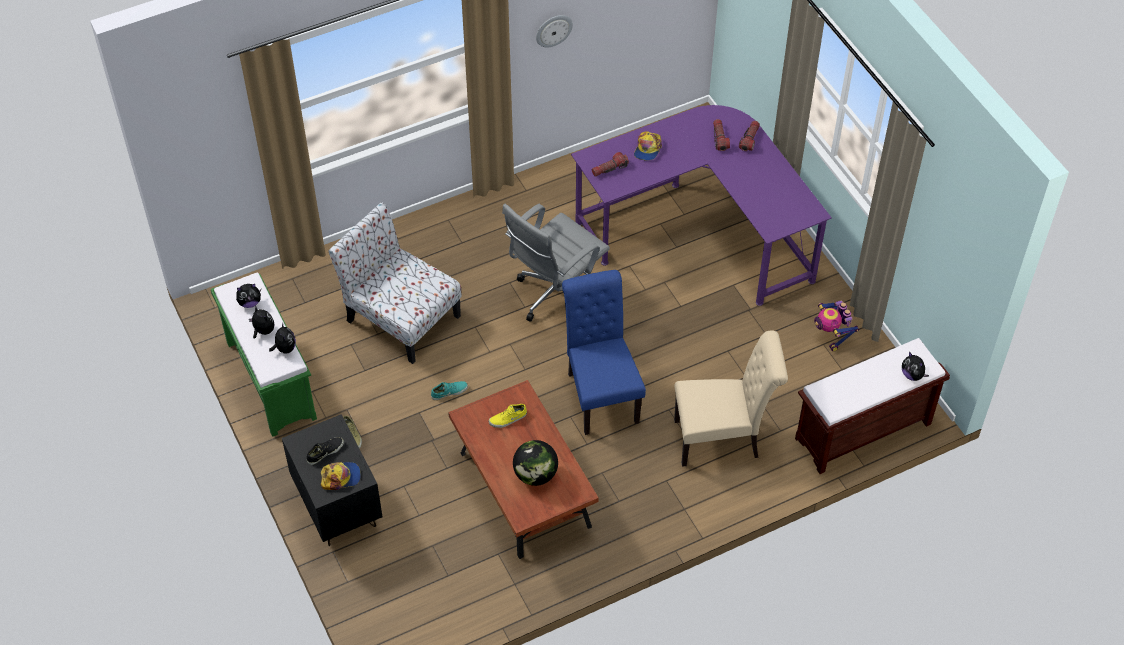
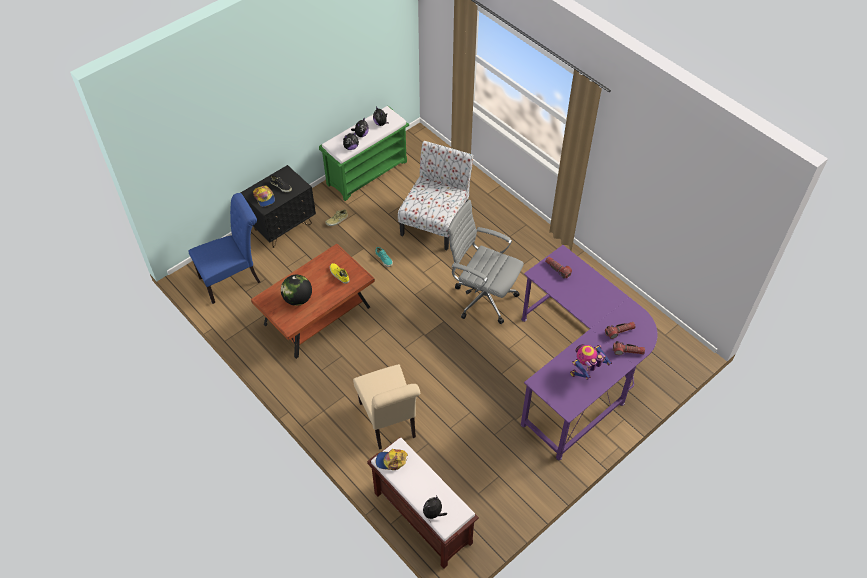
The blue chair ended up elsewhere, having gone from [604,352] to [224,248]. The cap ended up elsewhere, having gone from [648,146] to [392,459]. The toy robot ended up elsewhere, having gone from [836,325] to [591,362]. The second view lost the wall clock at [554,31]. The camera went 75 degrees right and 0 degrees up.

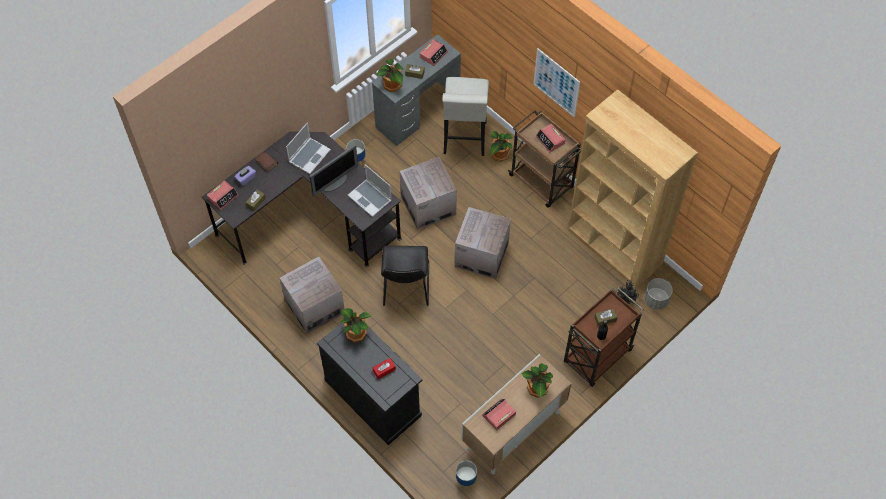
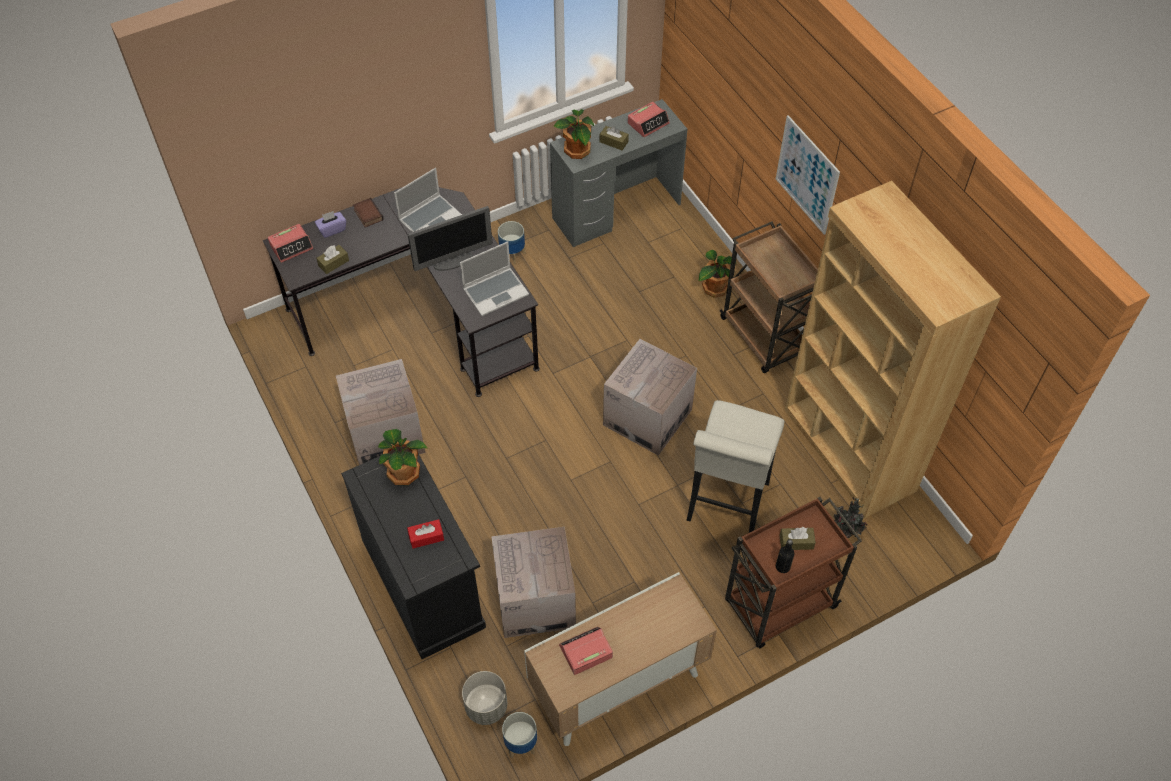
The laptop at [370,191] ended up facing another way, 90 degrees counterclockwise from before. The grey planter ended up elsewhere, having gone from [658,294] to [484,698]. The cardboard box ended up elsewhere, having gone from [428,193] to [533,582]. The white stool ended up elsewhere, having gone from [466,116] to [735,466]. The second view lost the black chair at [405,276]. The second view lost the potted plant at [537,380]. The second view lost the alarm clock at [551,138]. The camera went 15 degrees right and 5 degrees down.

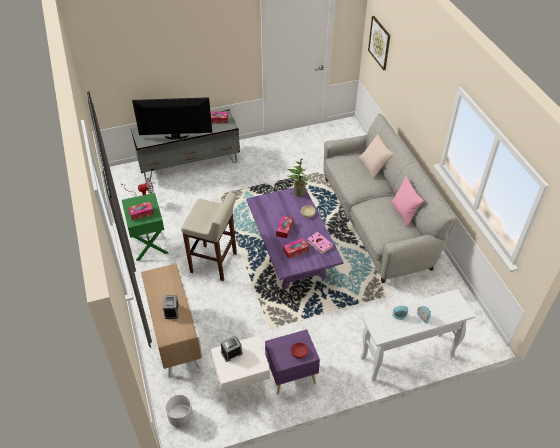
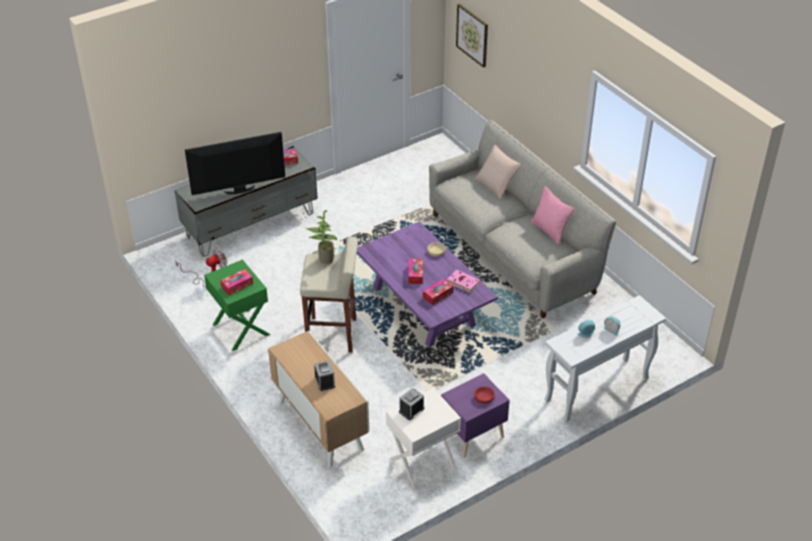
The potted plant ended up elsewhere, having gone from [297,178] to [321,237]. The second view lost the white planter at [179,411]. The camera went 15 degrees left and 5 degrees down.

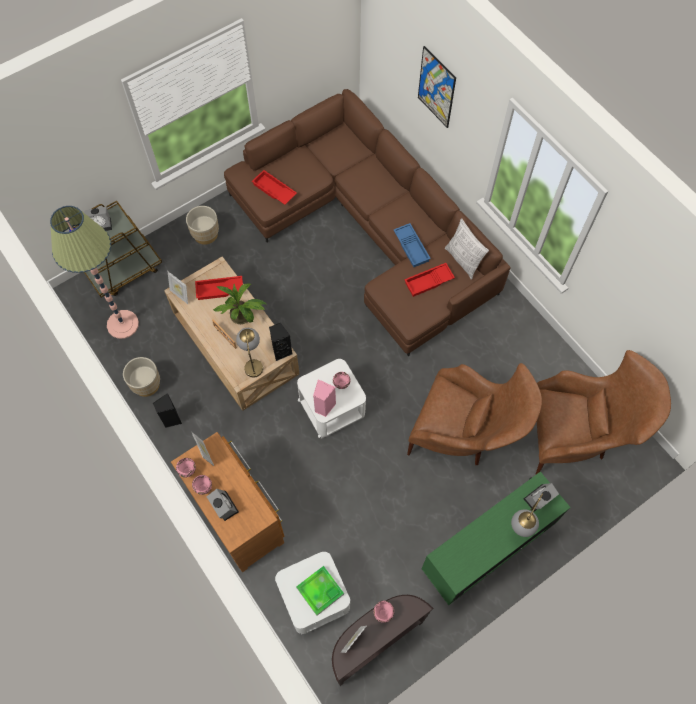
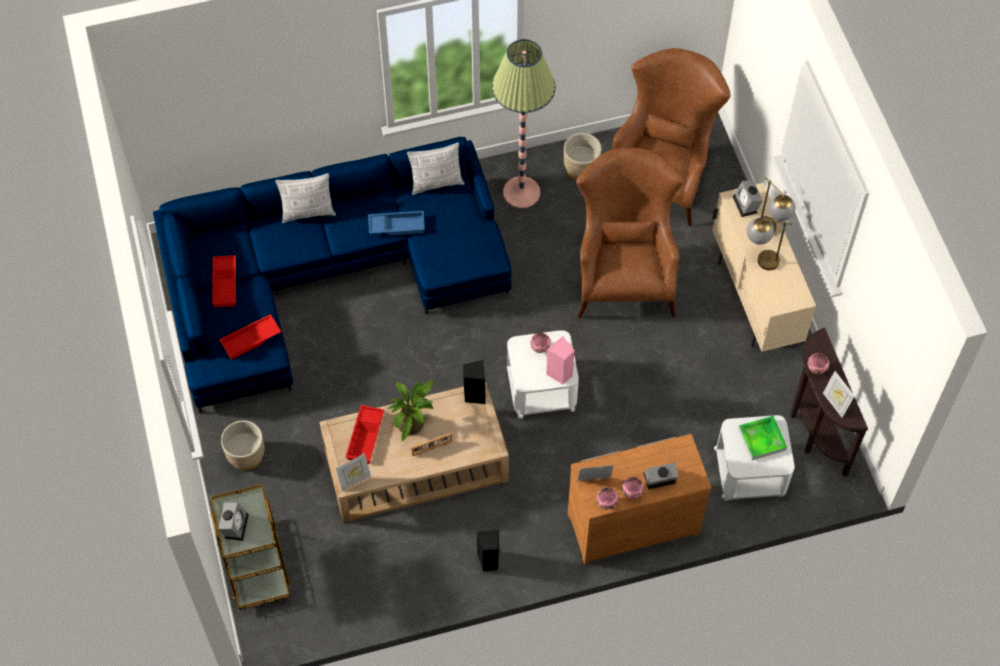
What was the brown sofa at [367,222] turned into the blue sofa at [332,275]. The red tray ended up elsewhere, having gone from [429,280] to [224,281]. The second view gained the pillow at [306,198]. The floor lamp ended up elsewhere, having gone from [94,272] to [523,123]. The beige planter ended up elsewhere, having gone from [141,377] to [582,156]. The brown armchair at [474,414] ended up facing another way, 45 degrees counterclockwise from before. What was the green cabinet at [496,538] turned into the beige cabinet at [764,267]. The table lamp ended up elsewhere, having gone from [249,353] to [769,243]. The second view lost the picture at [437,87]. The camera went 70 degrees left and 5 degrees down.

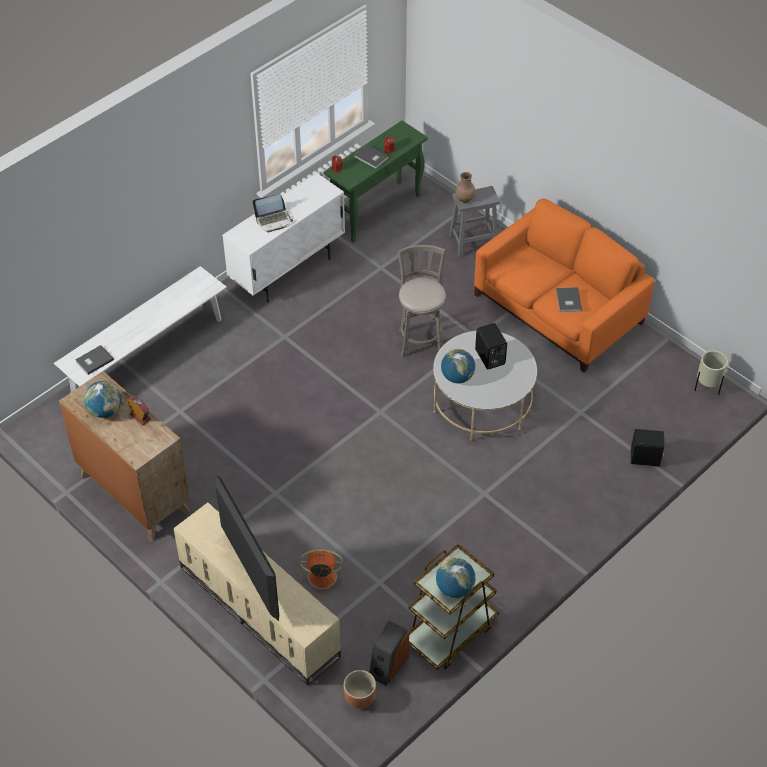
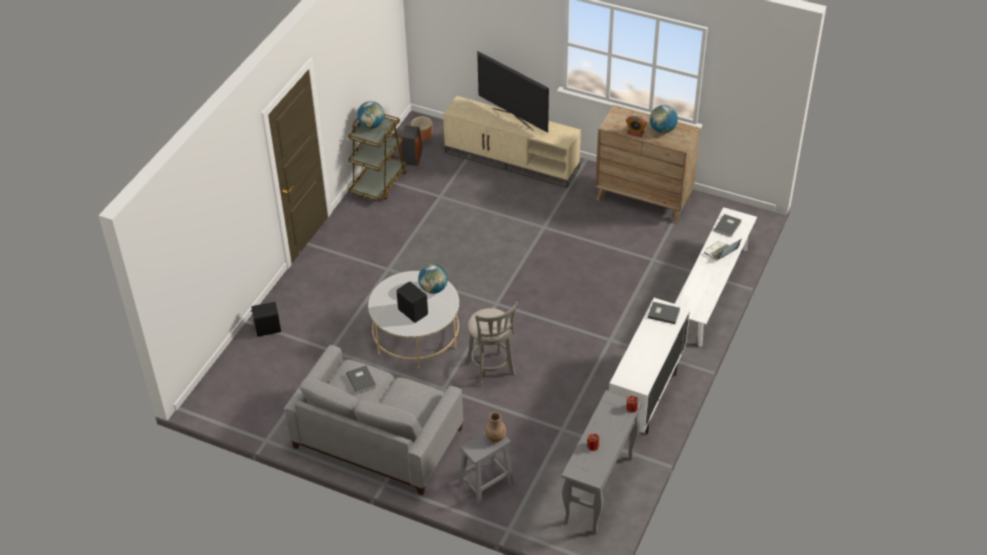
What was the orange sofa at [564,285] turned into the grey sofa at [373,420]. What was the green console table at [376,182] turned into the grey console table at [602,462]. The grey book ended up elsewhere, having gone from [371,156] to [664,313]. The laptop ended up elsewhere, having gone from [273,213] to [723,249]. The second view lost the orange fan at [322,571]. The second view lost the beige planter at [711,372]. The camera went 160 degrees right and 5 degrees down.

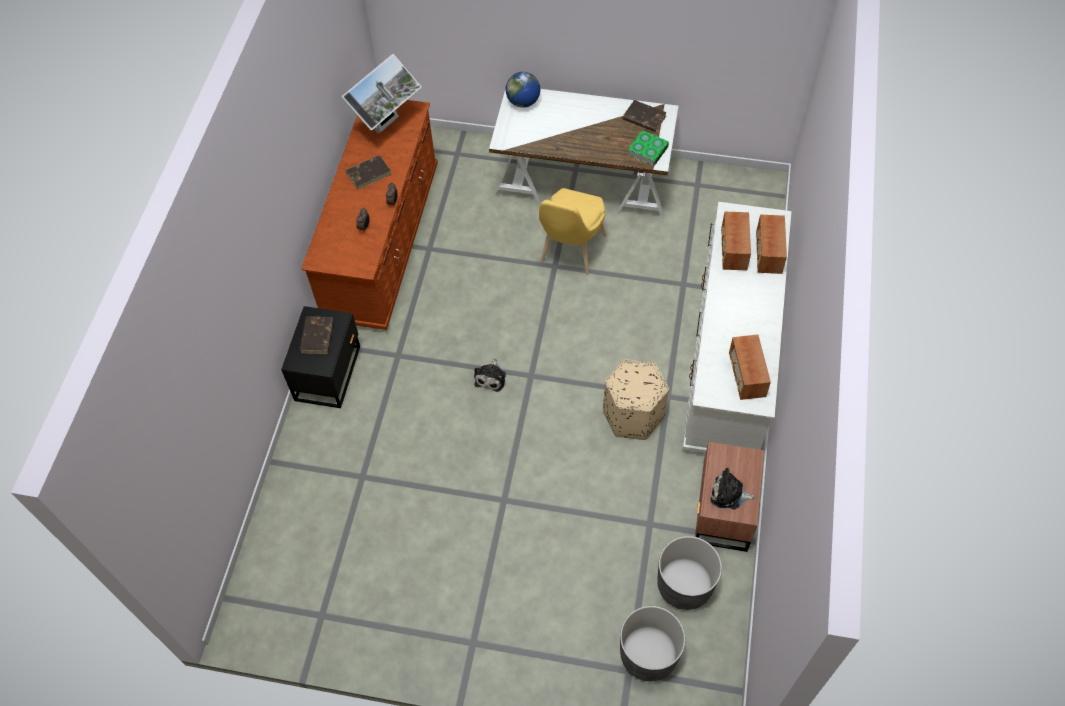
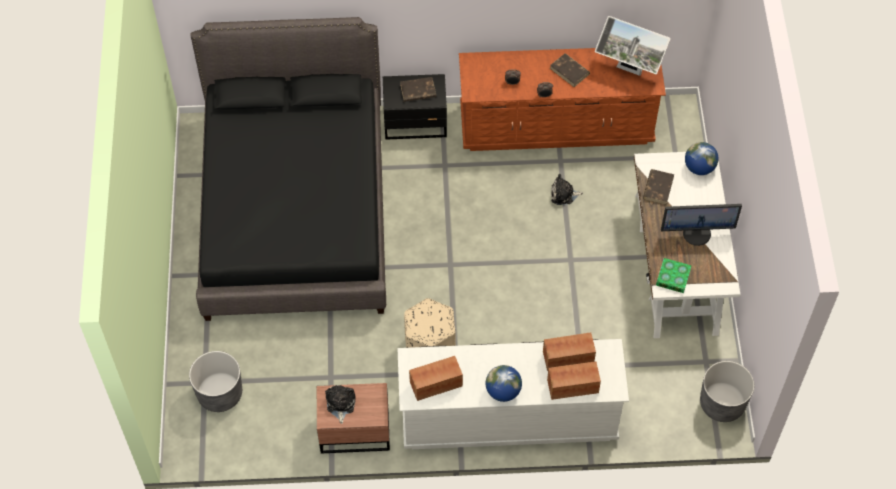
The second view gained the black bed at [288,169]. The second view gained the globe at [504,383]. The plush toy ended up elsewhere, having gone from [490,375] to [567,189]. The brown book ended up elsewhere, having gone from [644,116] to [658,187]. The second view gained the monitor at [701,225]. The grey planter ended up elsewhere, having gone from [689,573] to [727,391]. The second view lost the yellow chair at [572,231]. The camera went 75 degrees right and 0 degrees up.

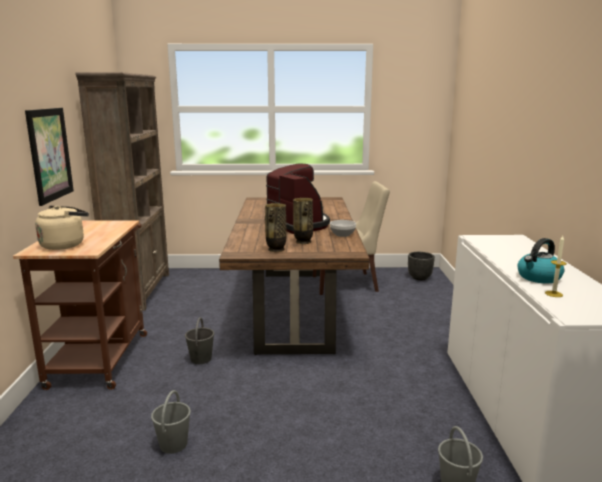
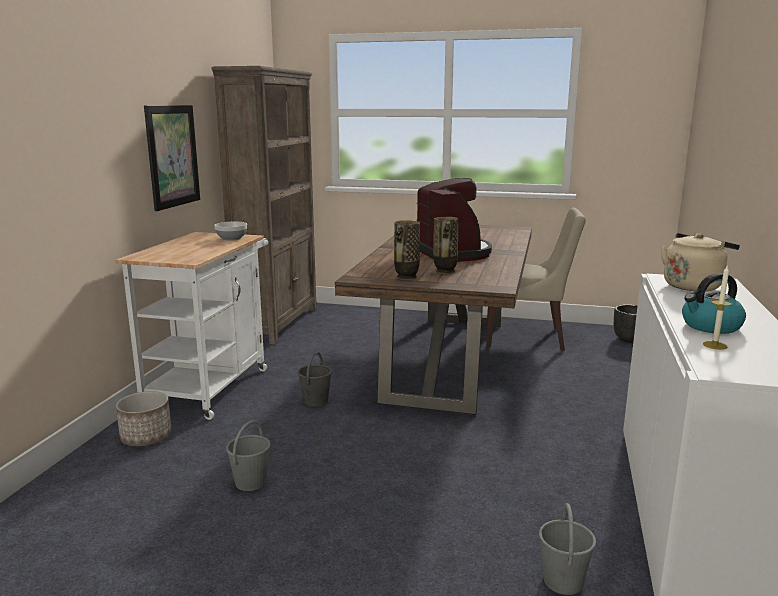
What was the brown cart at [80,305] turned into the white cart at [191,326]. The second view gained the planter at [144,418]. The bowl ended up elsewhere, having gone from [343,228] to [230,231]. The beige kettle ended up elsewhere, having gone from [62,227] to [700,262]. The camera went 15 degrees right and 0 degrees up.

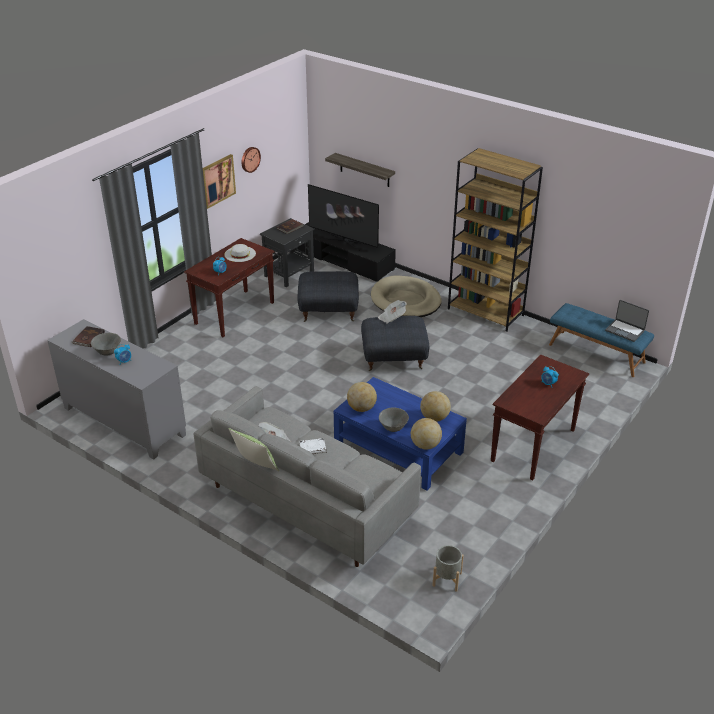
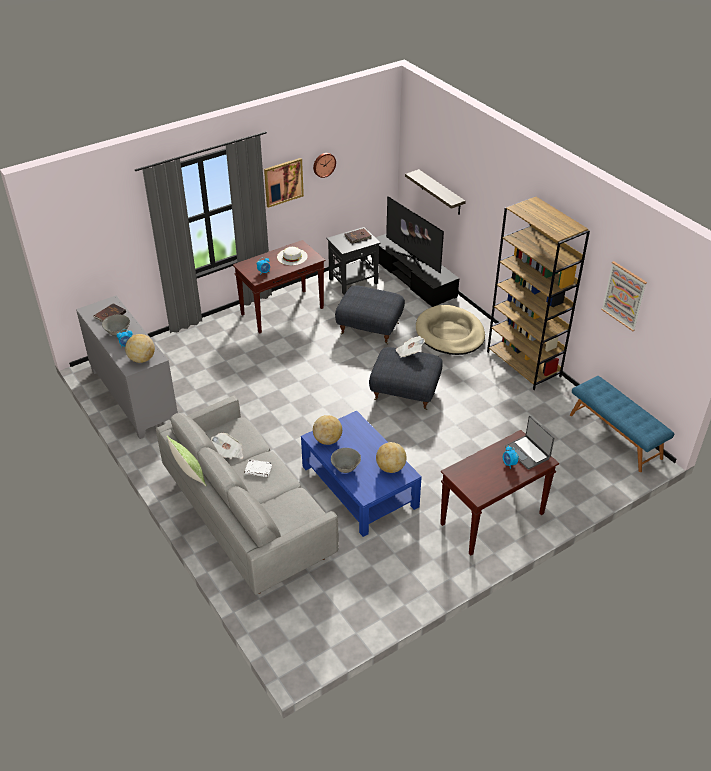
The globe ended up elsewhere, having gone from [426,434] to [140,348]. The laptop ended up elsewhere, having gone from [627,321] to [529,442]. The second view gained the picture at [624,296]. The second view lost the grey planter at [448,568]. The camera went 20 degrees right and 5 degrees up.

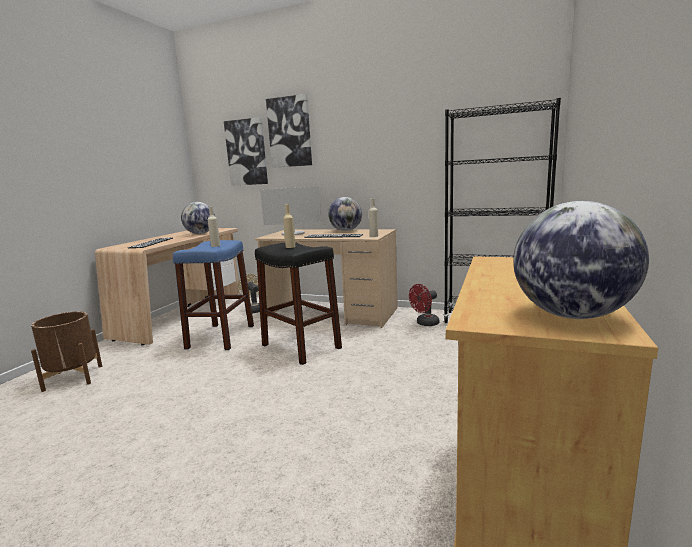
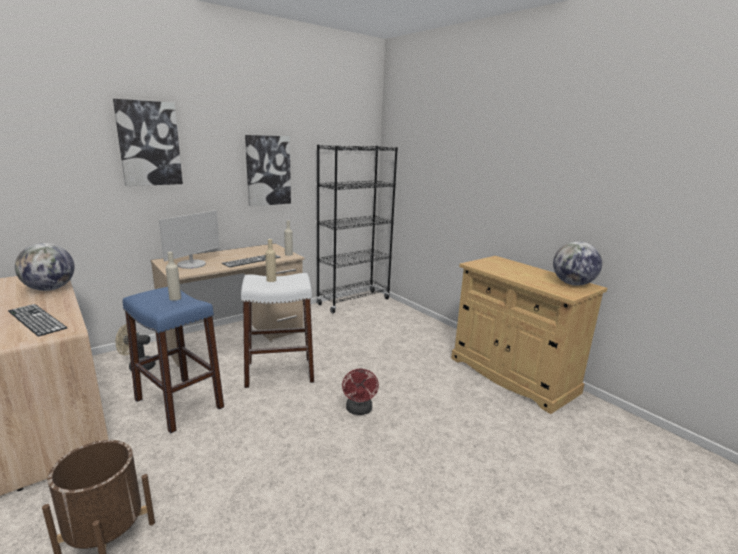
What was the black stool at [298,303] turned into the white stool at [277,330]. The picture ended up elsewhere, having gone from [246,151] to [268,170]. The red fan ended up elsewhere, having gone from [424,305] to [360,391]. The second view lost the globe at [345,214]. The camera went 60 degrees left and 5 degrees up.

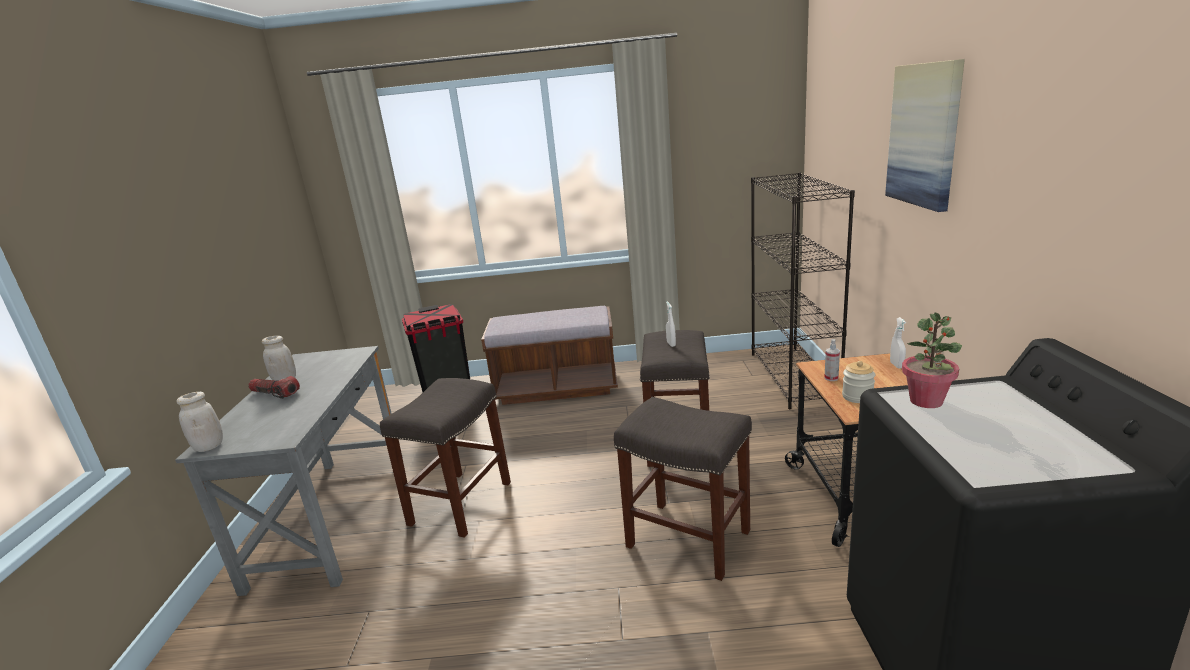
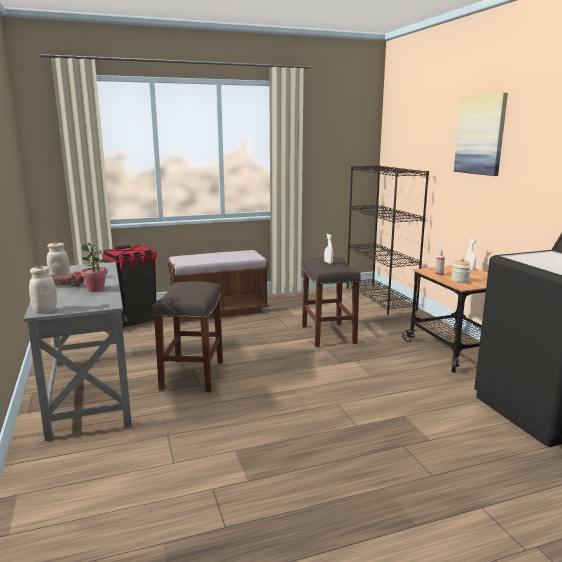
The potted plant ended up elsewhere, having gone from [932,360] to [94,267]. The second view lost the grey stool at [683,489]. The camera went 20 degrees left and 5 degrees down.

